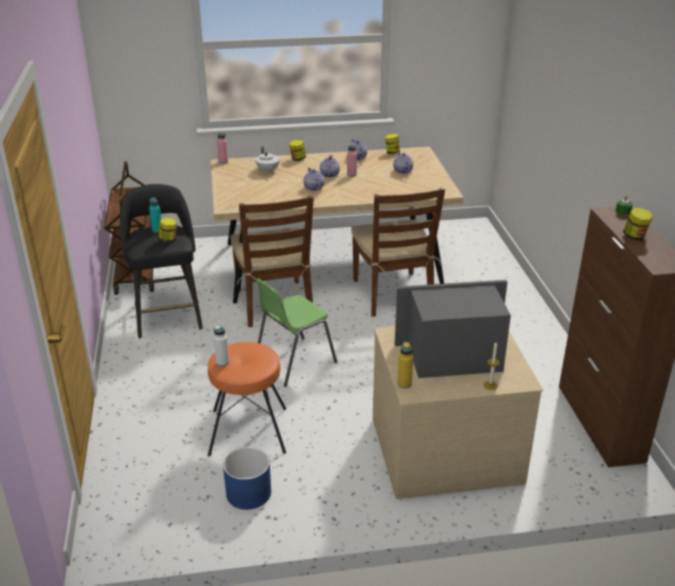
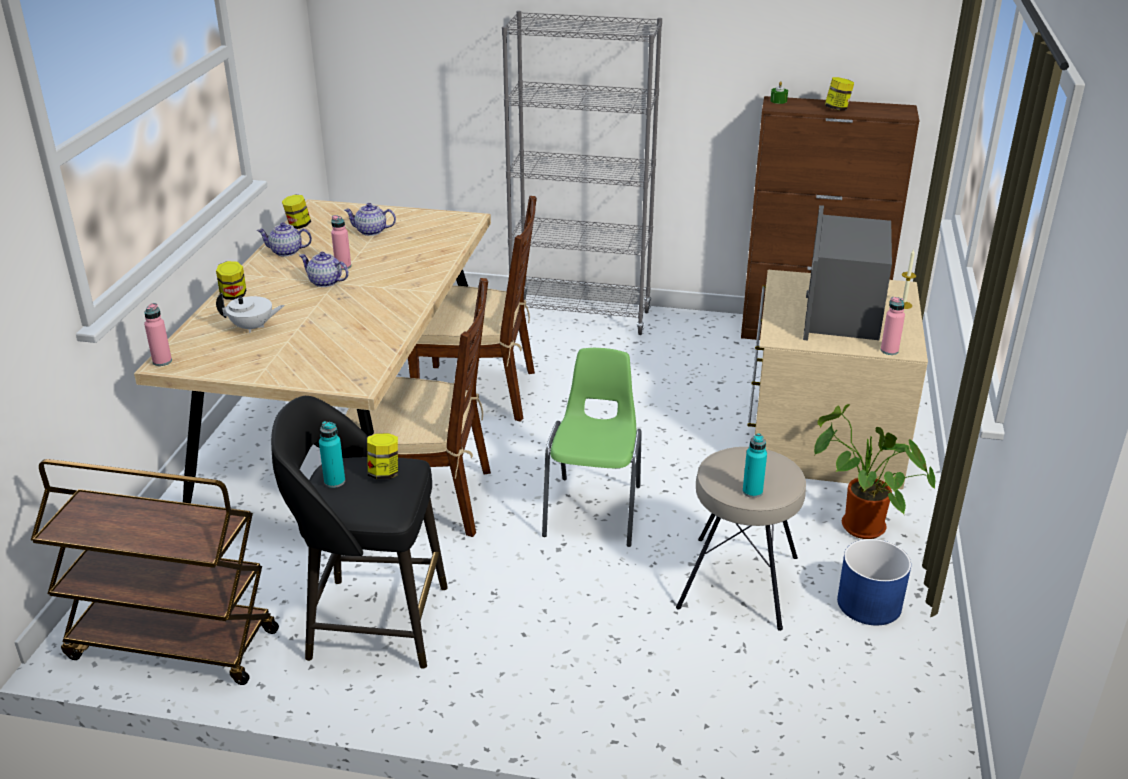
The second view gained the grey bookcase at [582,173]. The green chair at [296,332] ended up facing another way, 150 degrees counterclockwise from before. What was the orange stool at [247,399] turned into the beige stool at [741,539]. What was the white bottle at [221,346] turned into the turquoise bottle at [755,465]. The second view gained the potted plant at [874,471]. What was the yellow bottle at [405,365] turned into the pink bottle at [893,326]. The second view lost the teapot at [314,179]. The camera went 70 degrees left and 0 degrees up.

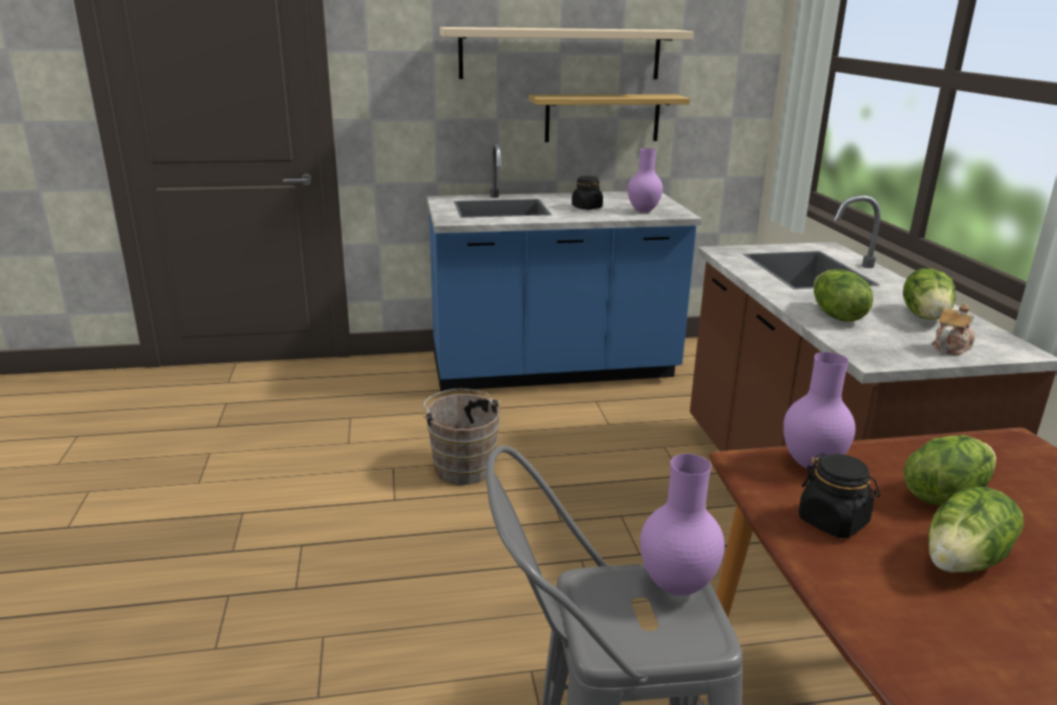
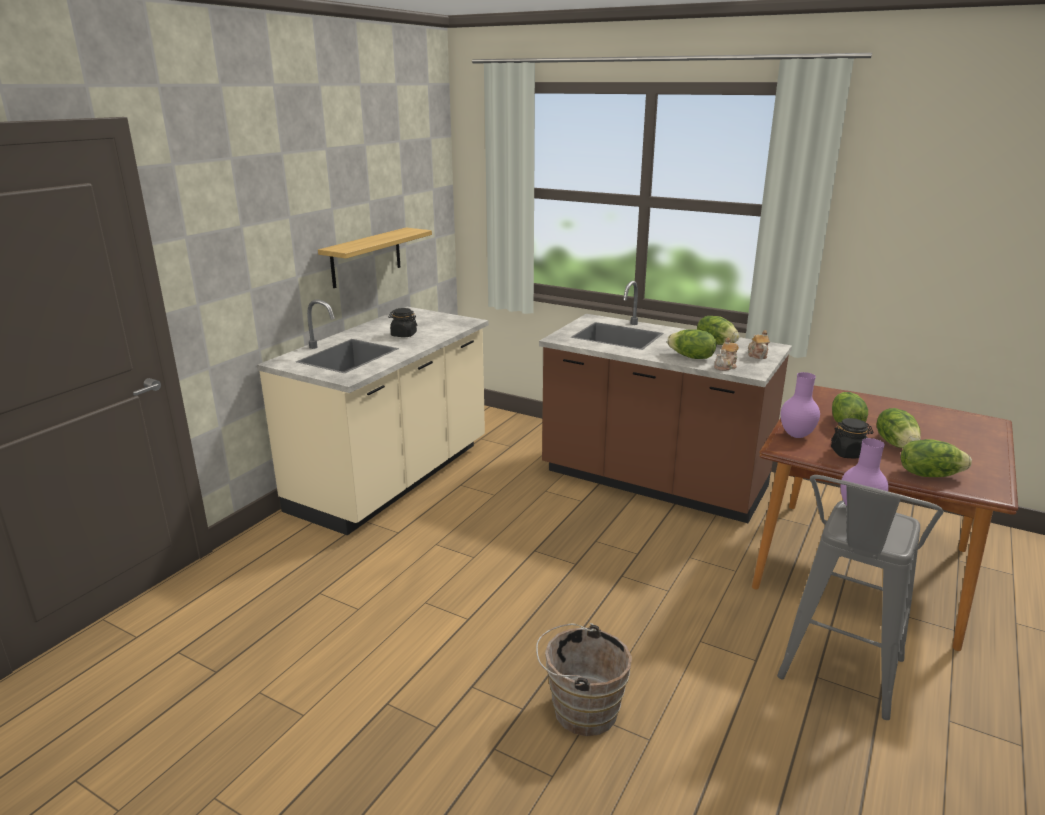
What was the blue counter at [564,267] turned into the beige counter at [373,417]. The brown bucket ended up elsewhere, having gone from [461,437] to [584,679]. The second view gained the teapot at [726,354]. The second view gained the lettuce at [936,458]. The second view lost the beige shelf at [567,53]. The second view lost the purple vase at [645,180]. The camera went 50 degrees left and 0 degrees up.

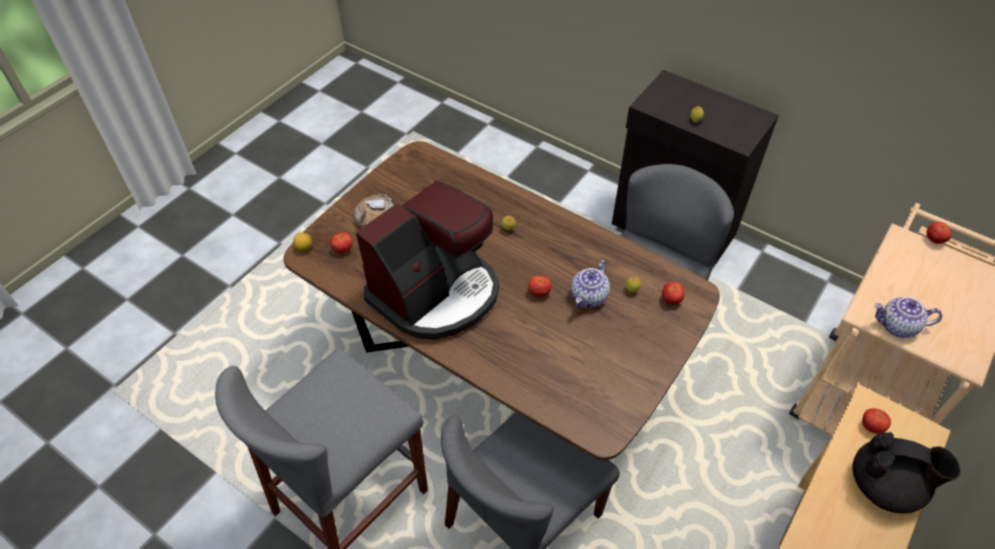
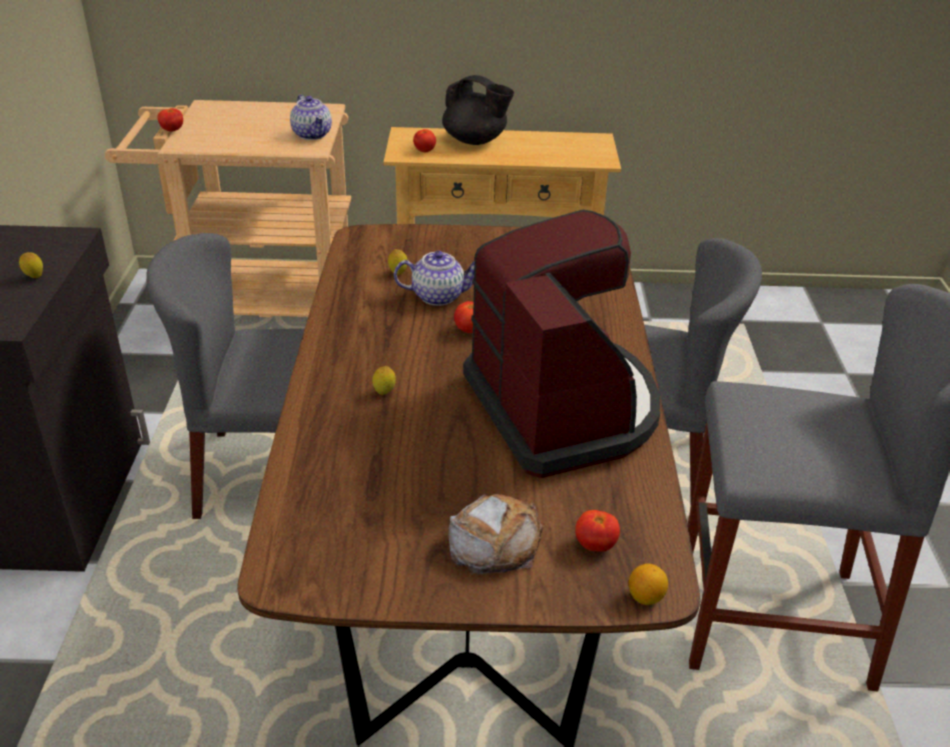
The black teapot at [907,473] ended up facing another way, 135 degrees clockwise from before. The coffee machine at [427,260] ended up facing another way, 60 degrees clockwise from before. The second view lost the tomato at [673,293]. The camera went 125 degrees left and 15 degrees down.

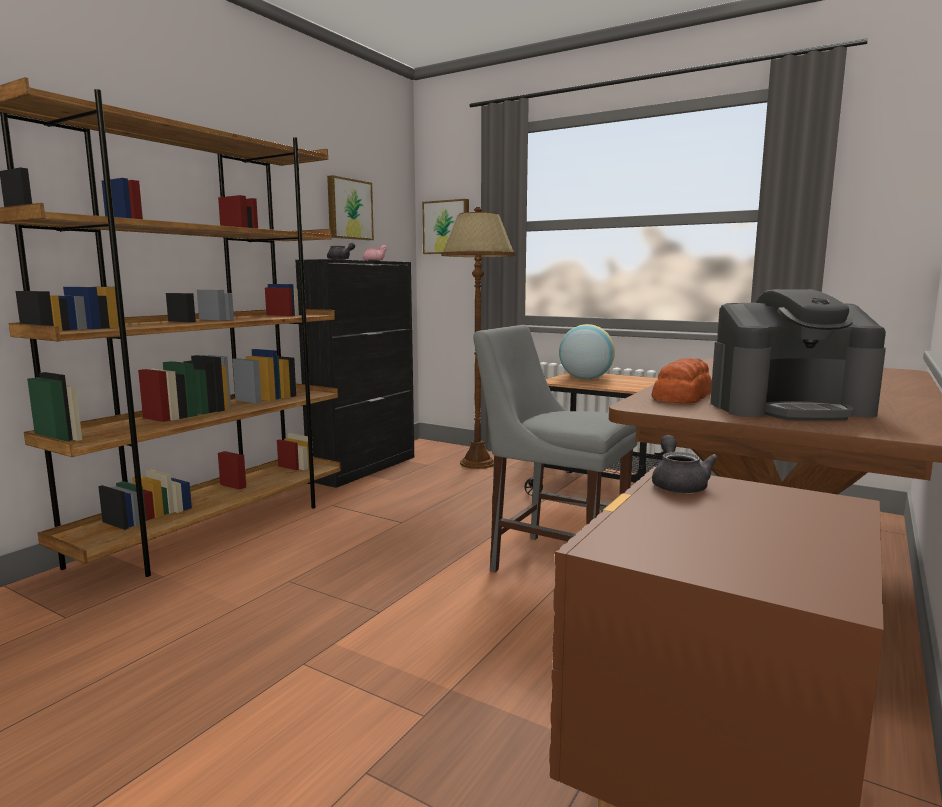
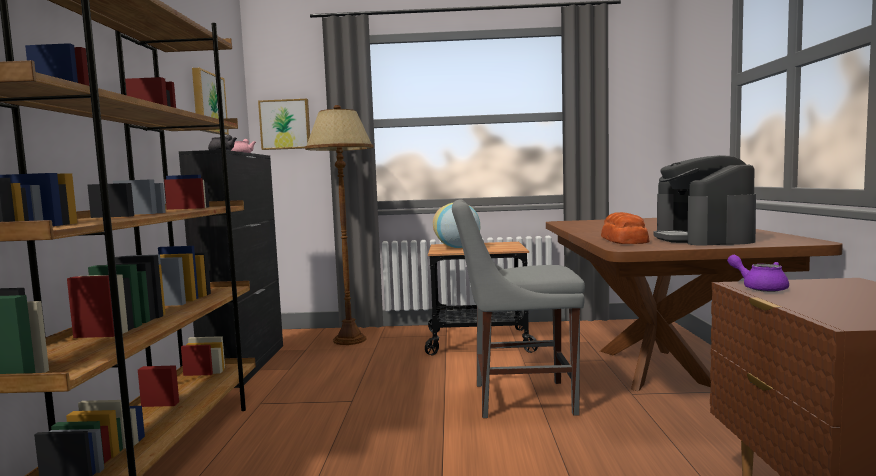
The coffee machine at [798,354] ended up facing another way, 120 degrees clockwise from before. What was the grey teapot at [685,464] turned into the purple teapot at [758,273]. The camera went 30 degrees left and 5 degrees down.

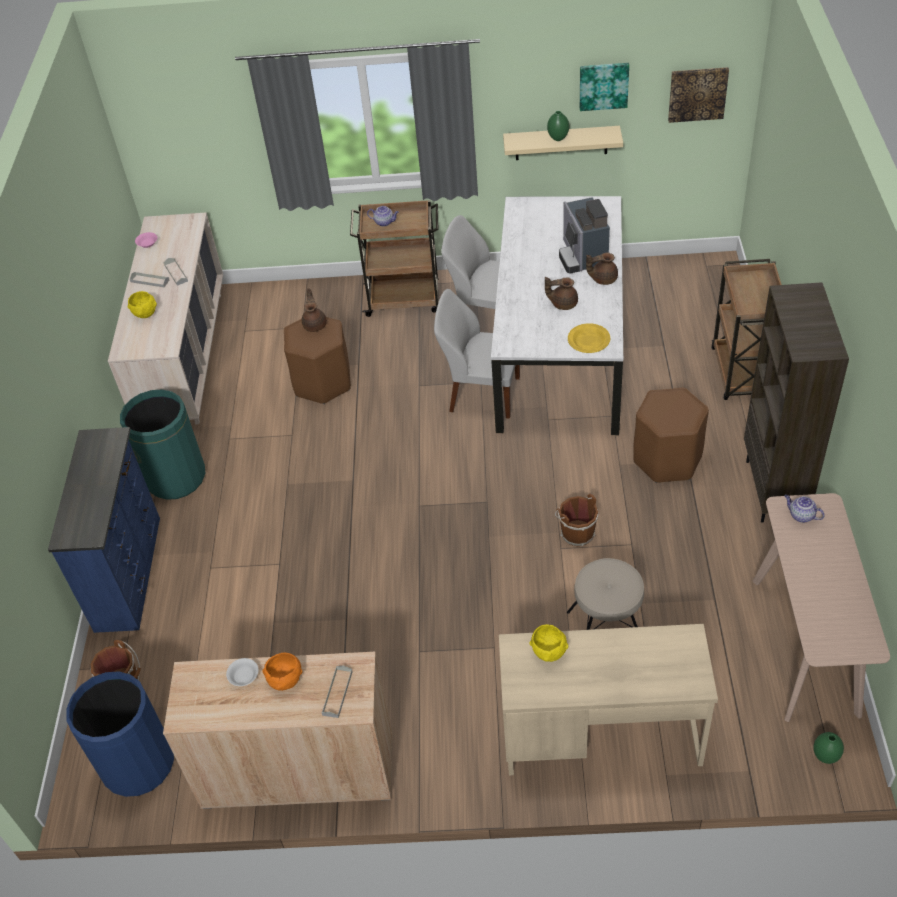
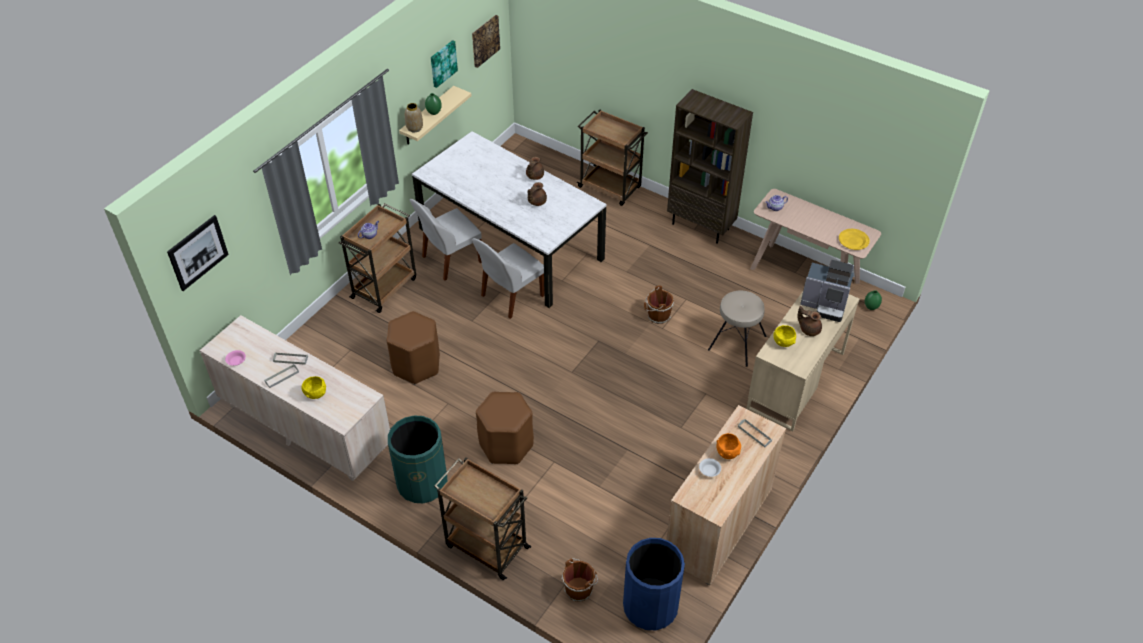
The second view gained the picture at [198,253]. The second view gained the vase at [414,117]. Where the blue dresser stood at [104,530], the brown cart came to stand at [483,519]. The brown stool ended up elsewhere, having gone from [671,435] to [505,428]. The brown teapot ended up elsewhere, having gone from [314,310] to [809,321]. The coffee machine ended up elsewhere, having gone from [584,235] to [827,291]. The yellow plate ended up elsewhere, having gone from [589,338] to [854,239]. The camera went 60 degrees left and 0 degrees up.

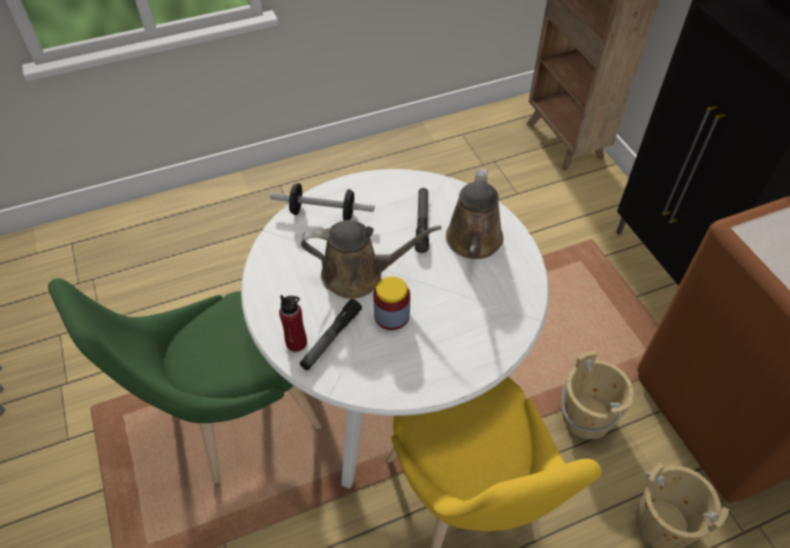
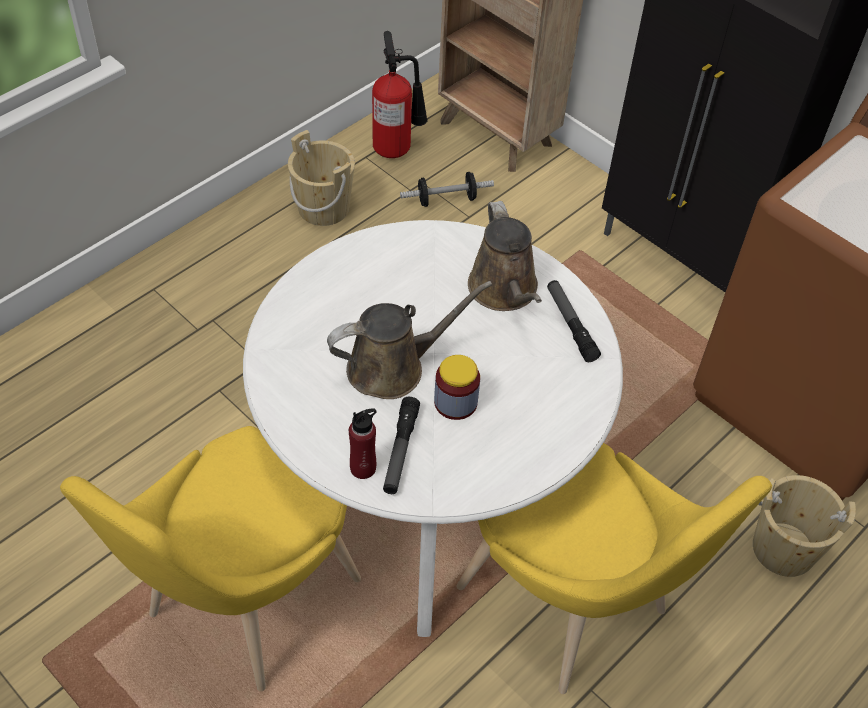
What was the green chair at [184,380] turned into the yellow chair at [210,559]. The beige bucket ended up elsewhere, having gone from [597,395] to [321,178]. The second view gained the fire extinguisher at [400,94]. The dumbbell ended up elsewhere, having gone from [322,202] to [447,189]. The flashlight ended up elsewhere, having gone from [422,220] to [574,321]. The camera went 25 degrees left and 0 degrees up.

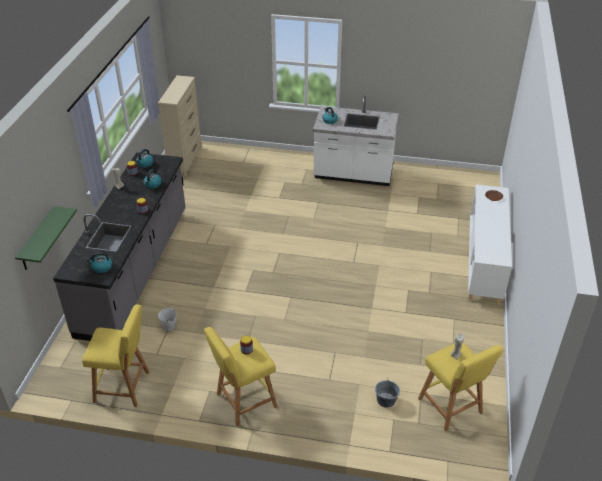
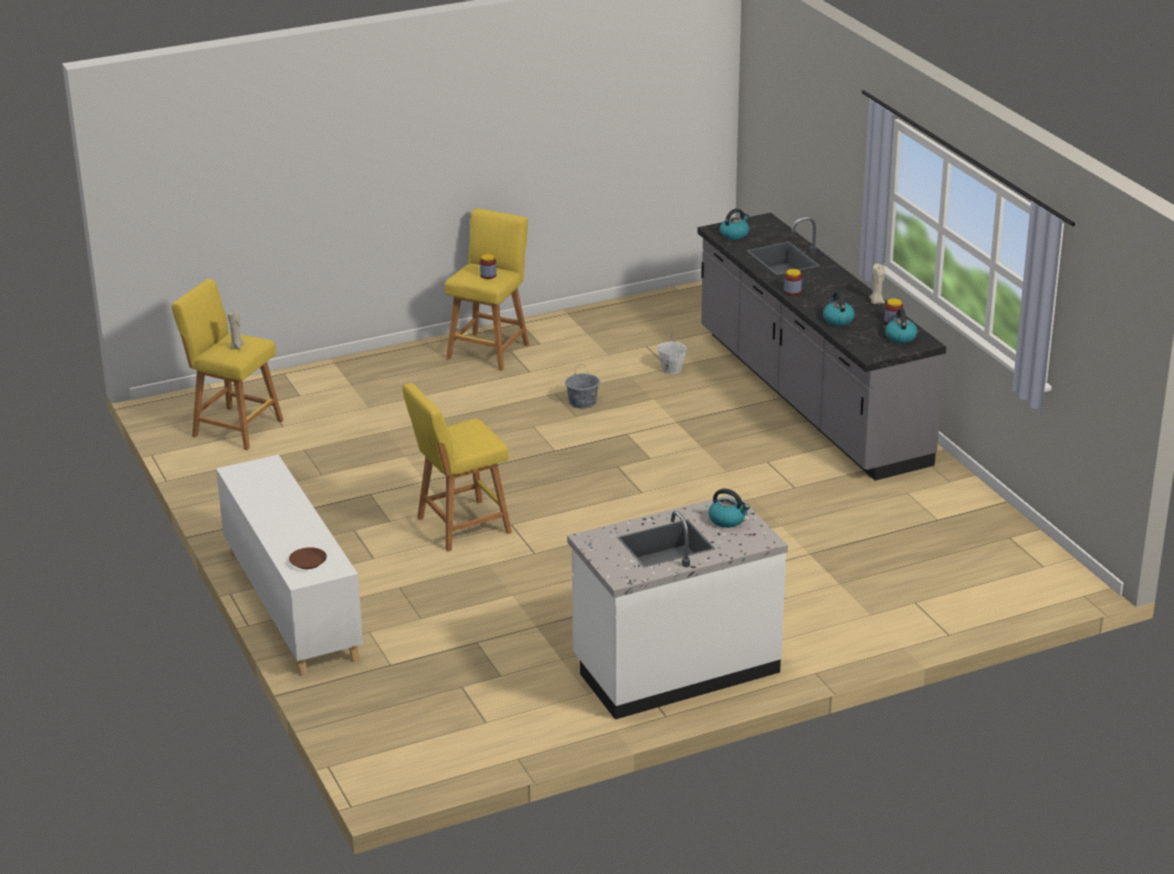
The yellow stool ended up elsewhere, having gone from [116,356] to [457,467]. The grey bucket ended up elsewhere, having gone from [387,394] to [582,386]. The second view lost the green shelf at [46,238]. The second view lost the beige dresser at [180,126]. The camera went 145 degrees right and 10 degrees down.

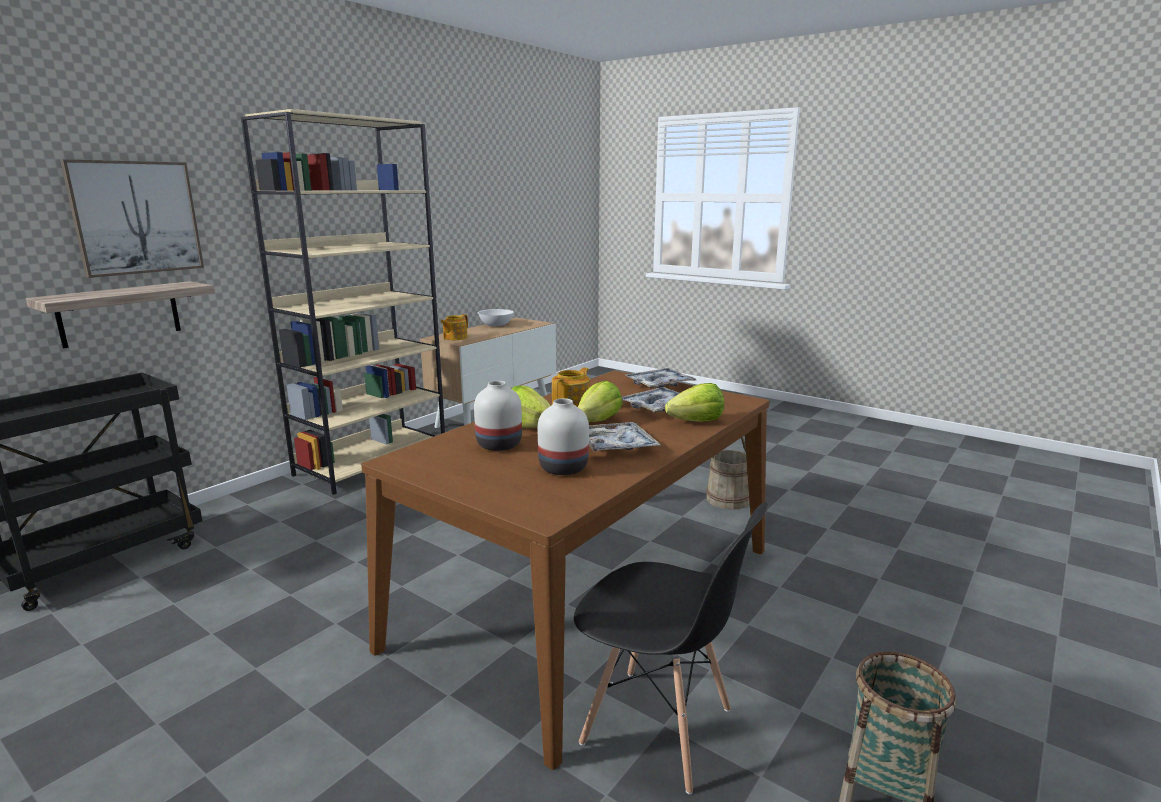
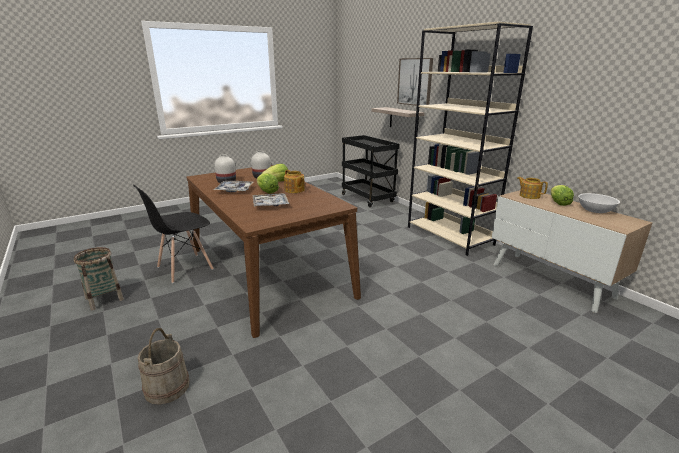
The beige bucket ended up elsewhere, having gone from [728,473] to [164,366]. The lettuce ended up elsewhere, having gone from [694,402] to [562,195]. The second view lost the tray at [660,378]. The camera went 110 degrees right and 5 degrees up.

